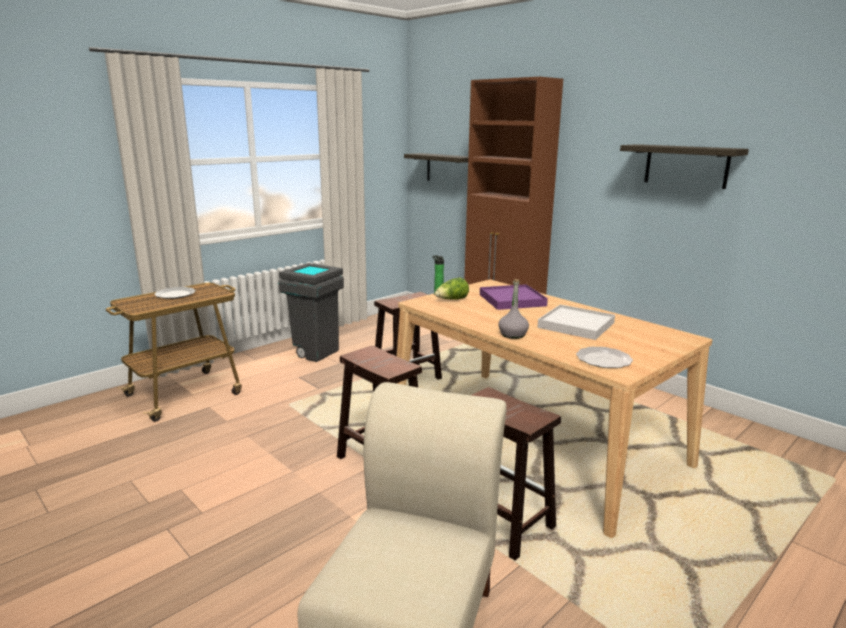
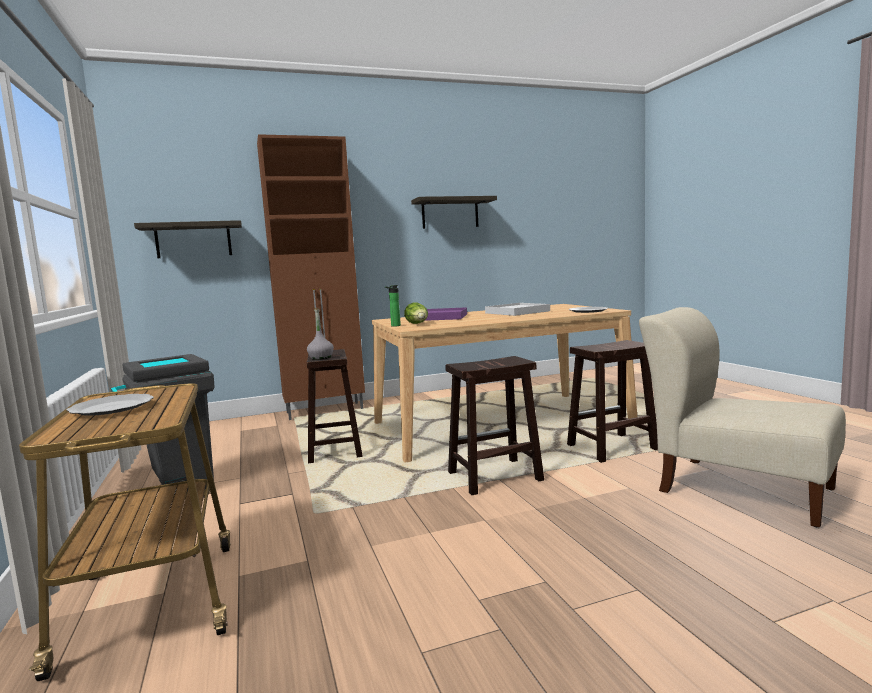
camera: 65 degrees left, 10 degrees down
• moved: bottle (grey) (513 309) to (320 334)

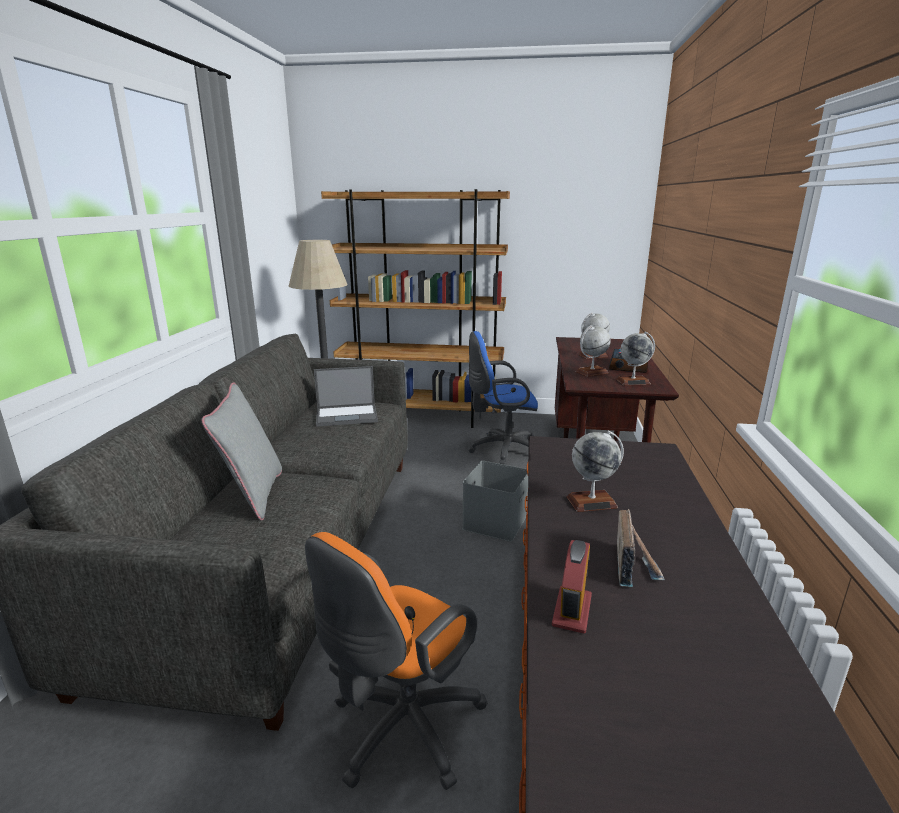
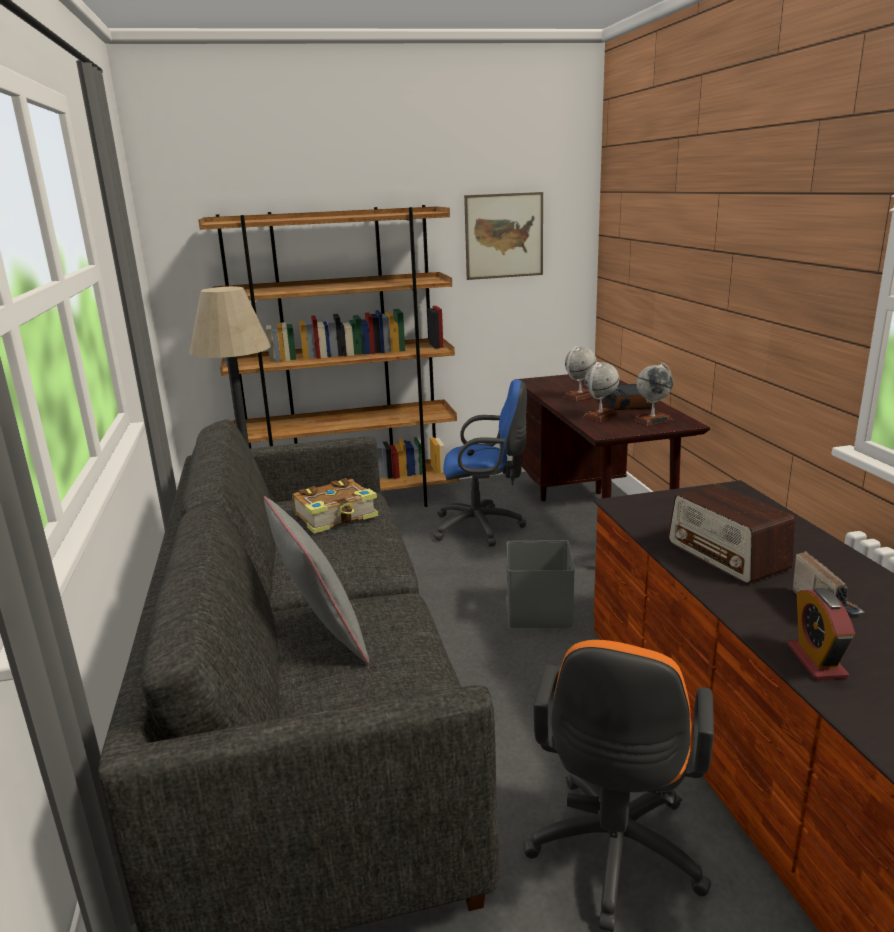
camera: 20 degrees left, 0 degrees up
• added: picture (503 236)
• replaced: laptop (346 396) to book (335 506)
• replaced: globe (595 471) to radio (731 534)
• turned: office chair (blue) (503 398) = (480 463) 150 degrees counterclockwise

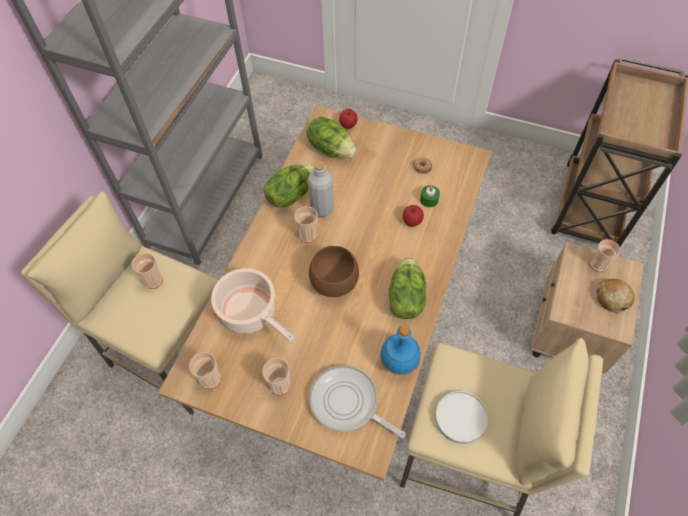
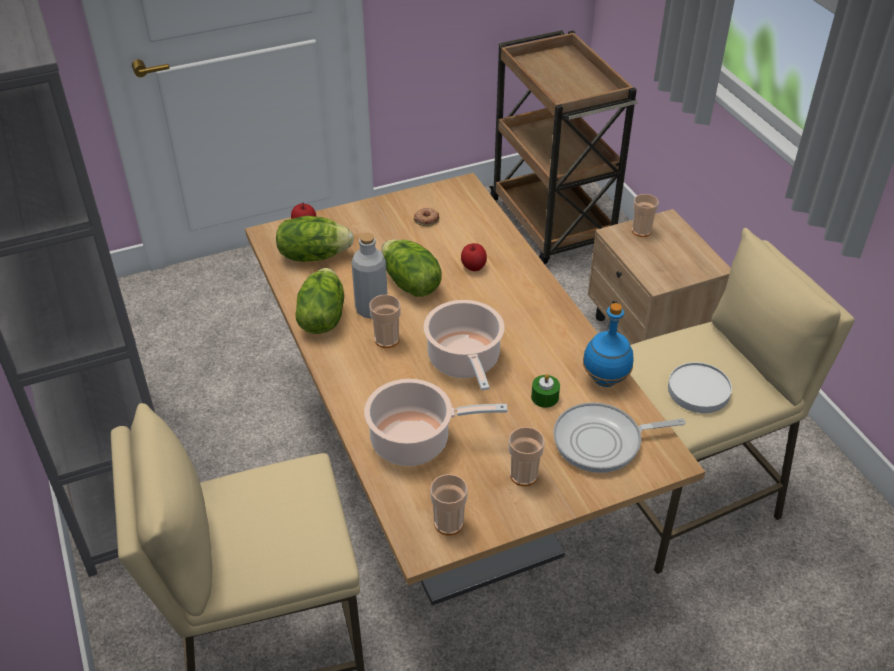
camera: 45 degrees left, 15 degrees down
• removed: cup (147 271)
• removed: bread (615 296)
• moved: lettuce (407 288) to (411 268)
• moved: candle (green) (430 196) to (545 391)
• replaced: bowl (brown) (334 271) to cooking pot (464 345)

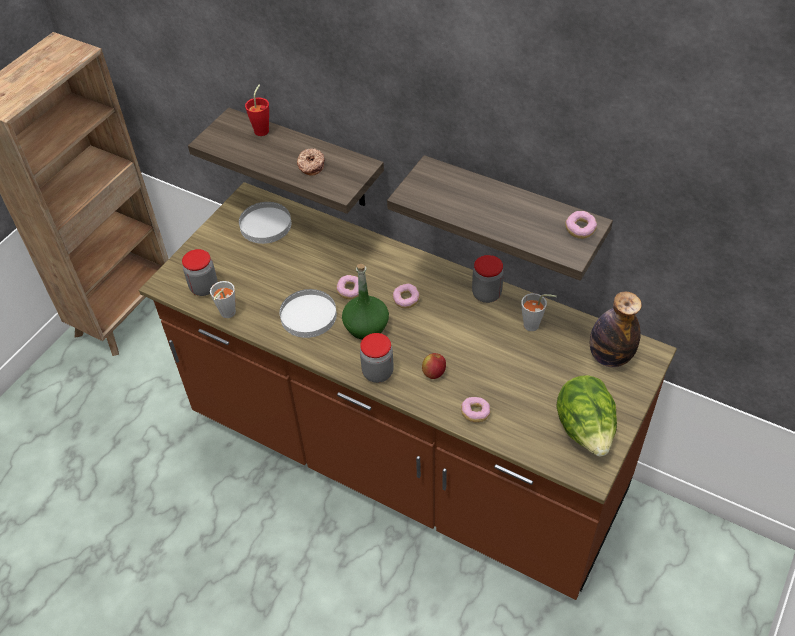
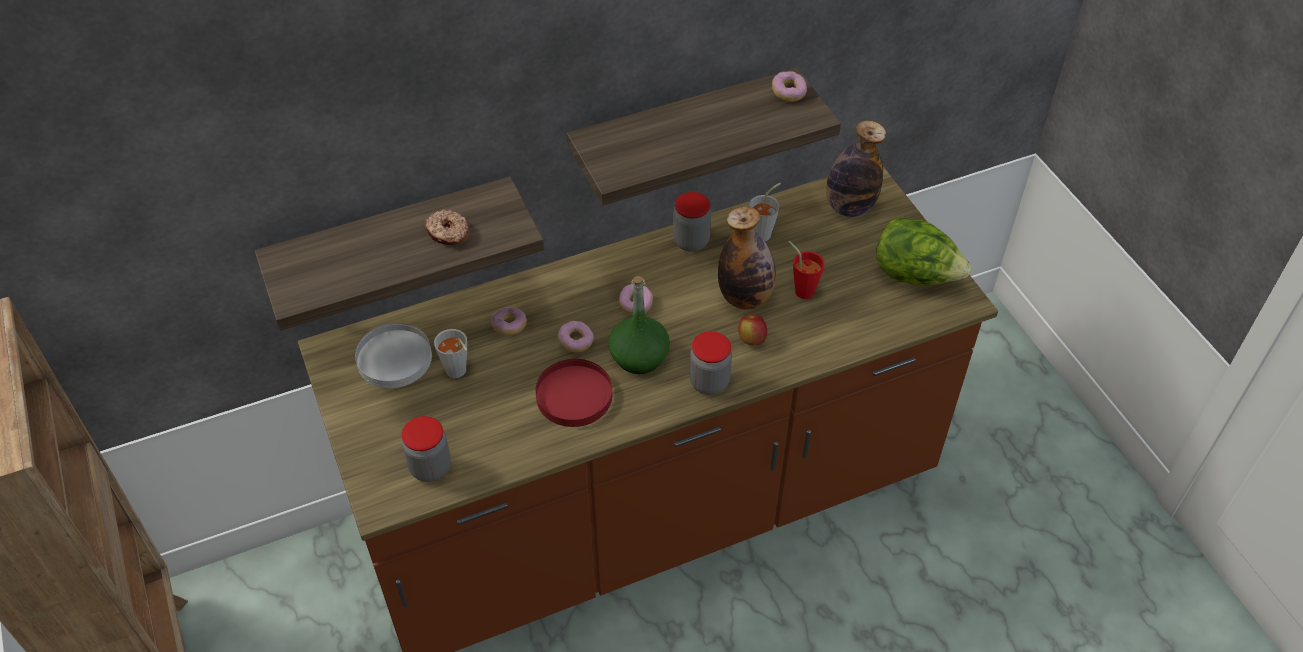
camera: 55 degrees left, 0 degrees up
• added: bottle (747 258)
• moved: cup (grey) (223 299) to (450 353)
• moved: cup (red) (257 110) to (806 270)
• moved: donut (476 410) to (509 321)
• recoloured: plate (white) (308 313) to plate (red) (574 393)

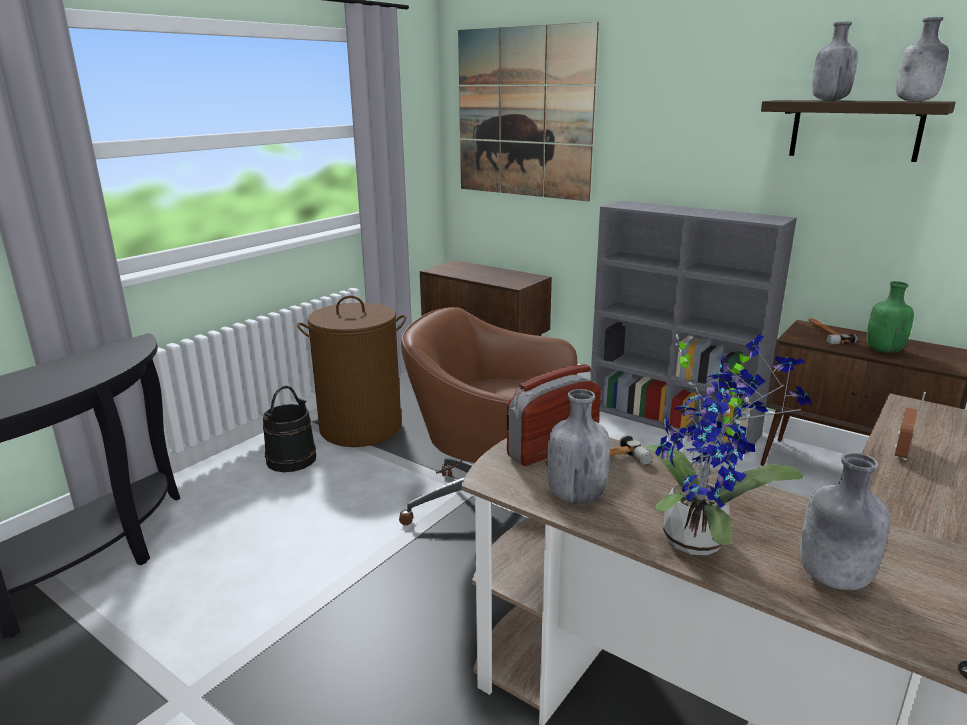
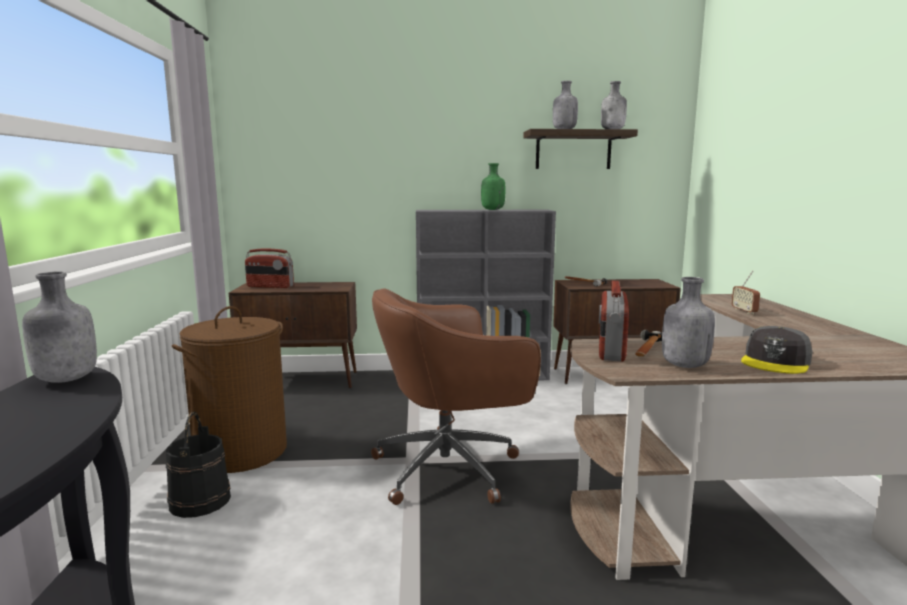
camera: 40 degrees left, 10 degrees down
• removed: picture (528 112)
• added: radio (269 268)
• moved: bottle (grey) (845 521) to (59 327)
• moved: bottle (green) (890 317) to (493 186)
• replaced: potted plant (728 444) to cap (grey) (776 350)

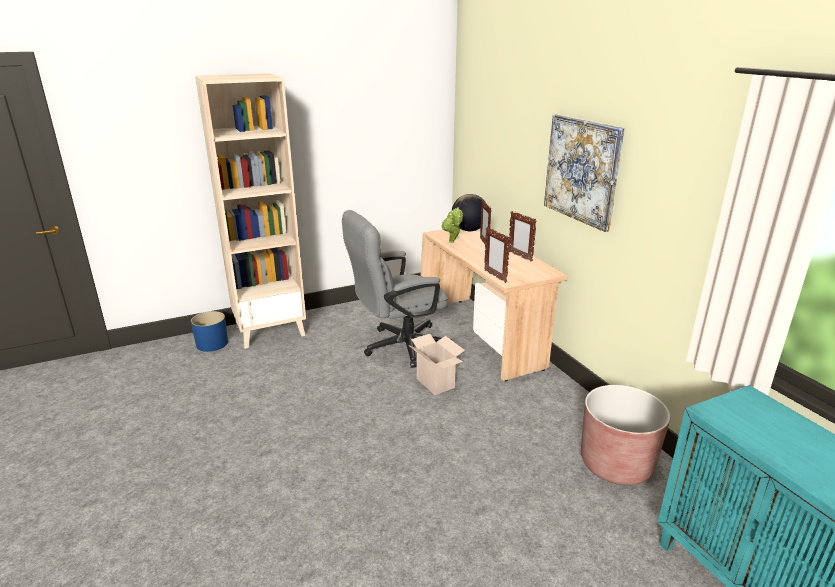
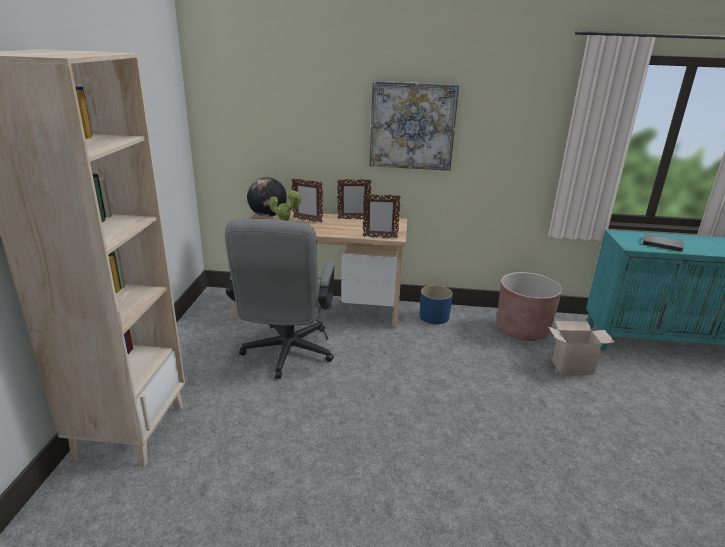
camera: 60 degrees left, 0 degrees up
• added: book (grey) (663 243)
• moved: planter (blue) (209 331) to (436 304)
• moved: cardboard box (437 364) to (581 348)

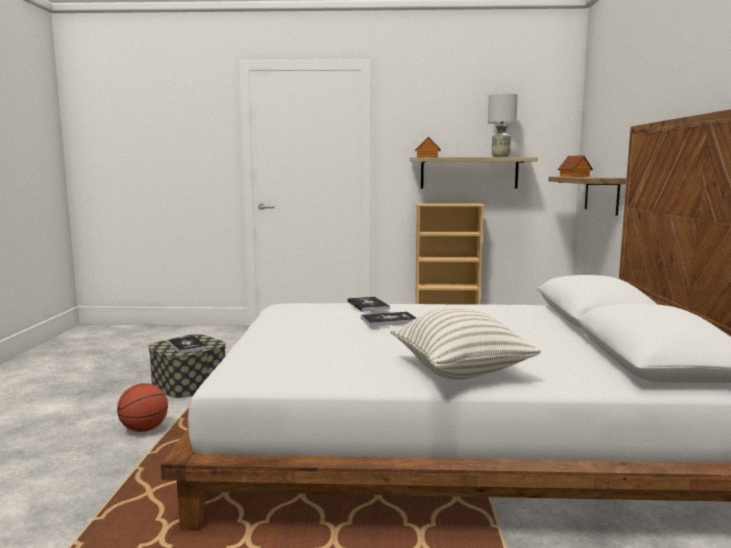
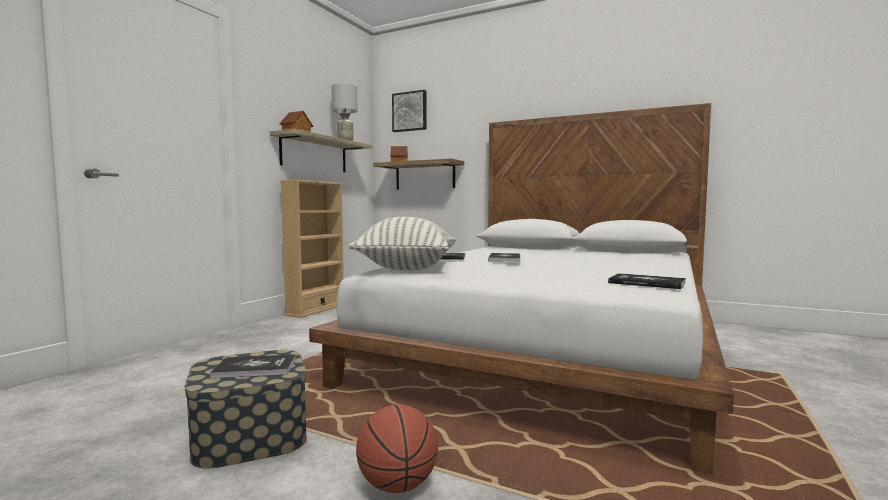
camera: 65 degrees left, 5 degrees down
• added: picture (409 111)
• added: book (647 281)
• moved: pillow (466 344) to (402 243)

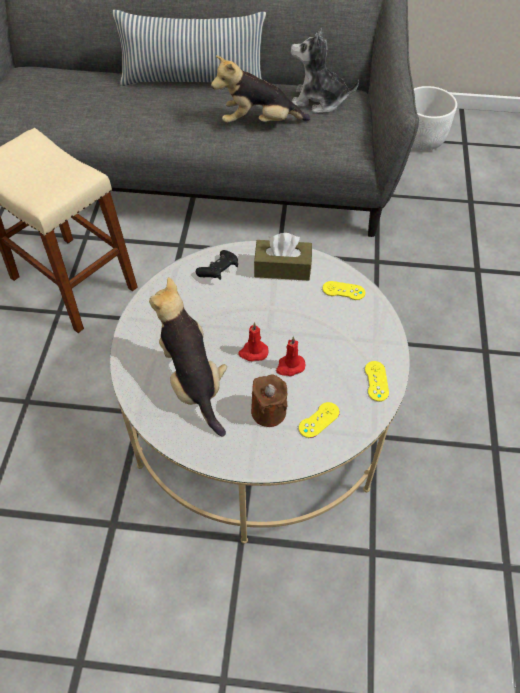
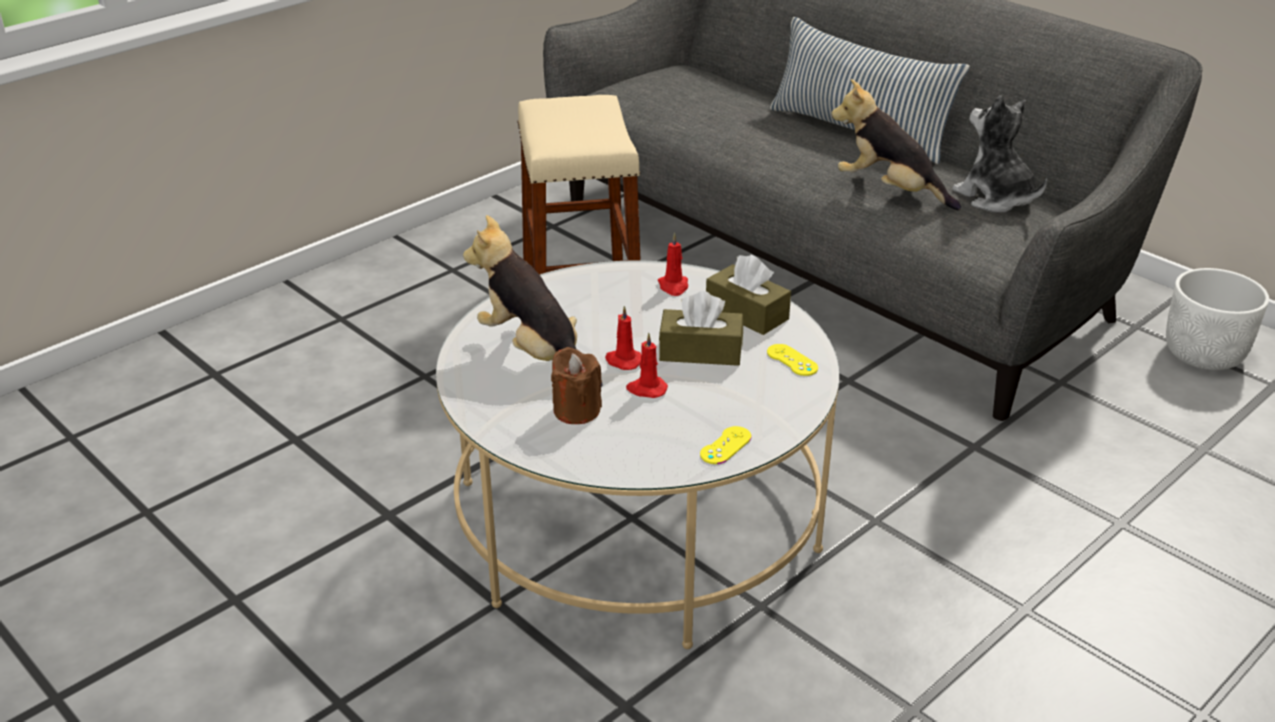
camera: 40 degrees right, 20 degrees down
• removed: game controller (yellow) (319 420)
• added: tissue box (brown) (701 328)
• replaced: game controller (black) (217 265) to candle (red) (673 264)
• turned: plush toy (188 357) = (532 301) 60 degrees counterclockwise

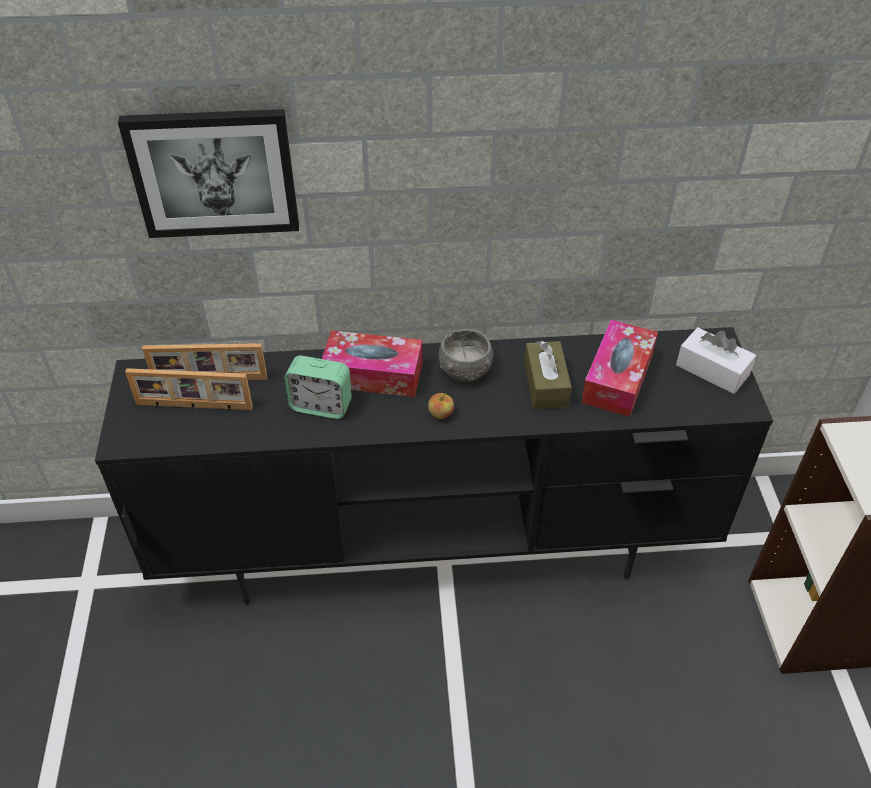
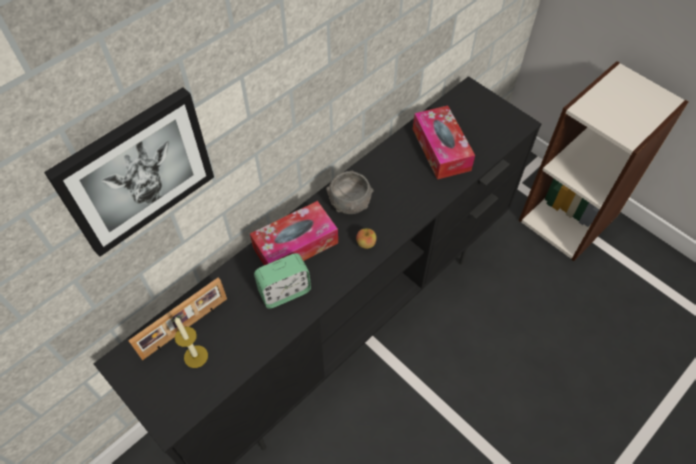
camera: 40 degrees left, 10 degrees up
• removed: tissue box (brown) (548 375)
• removed: tissue box (white) (716 360)
• replaced: picture frame (189 389) to candle (191 343)

